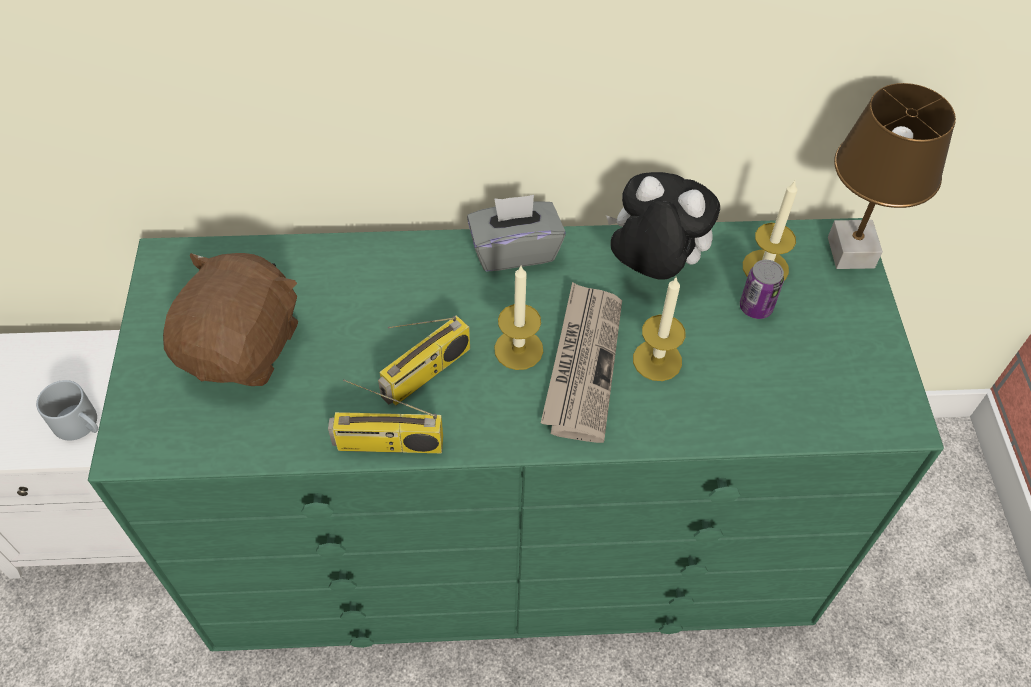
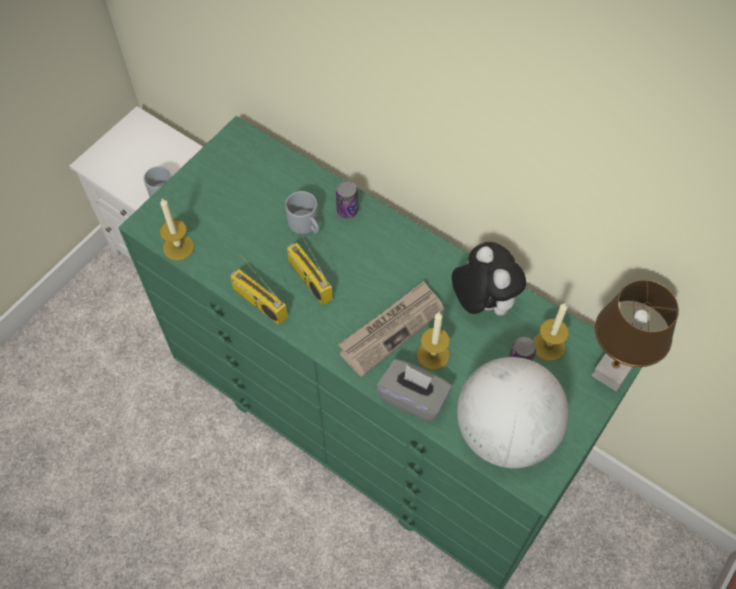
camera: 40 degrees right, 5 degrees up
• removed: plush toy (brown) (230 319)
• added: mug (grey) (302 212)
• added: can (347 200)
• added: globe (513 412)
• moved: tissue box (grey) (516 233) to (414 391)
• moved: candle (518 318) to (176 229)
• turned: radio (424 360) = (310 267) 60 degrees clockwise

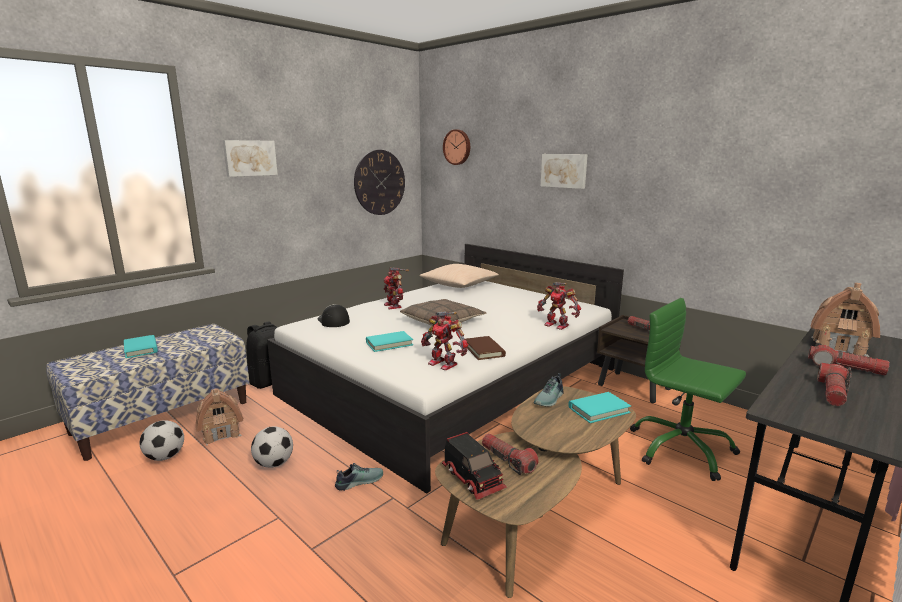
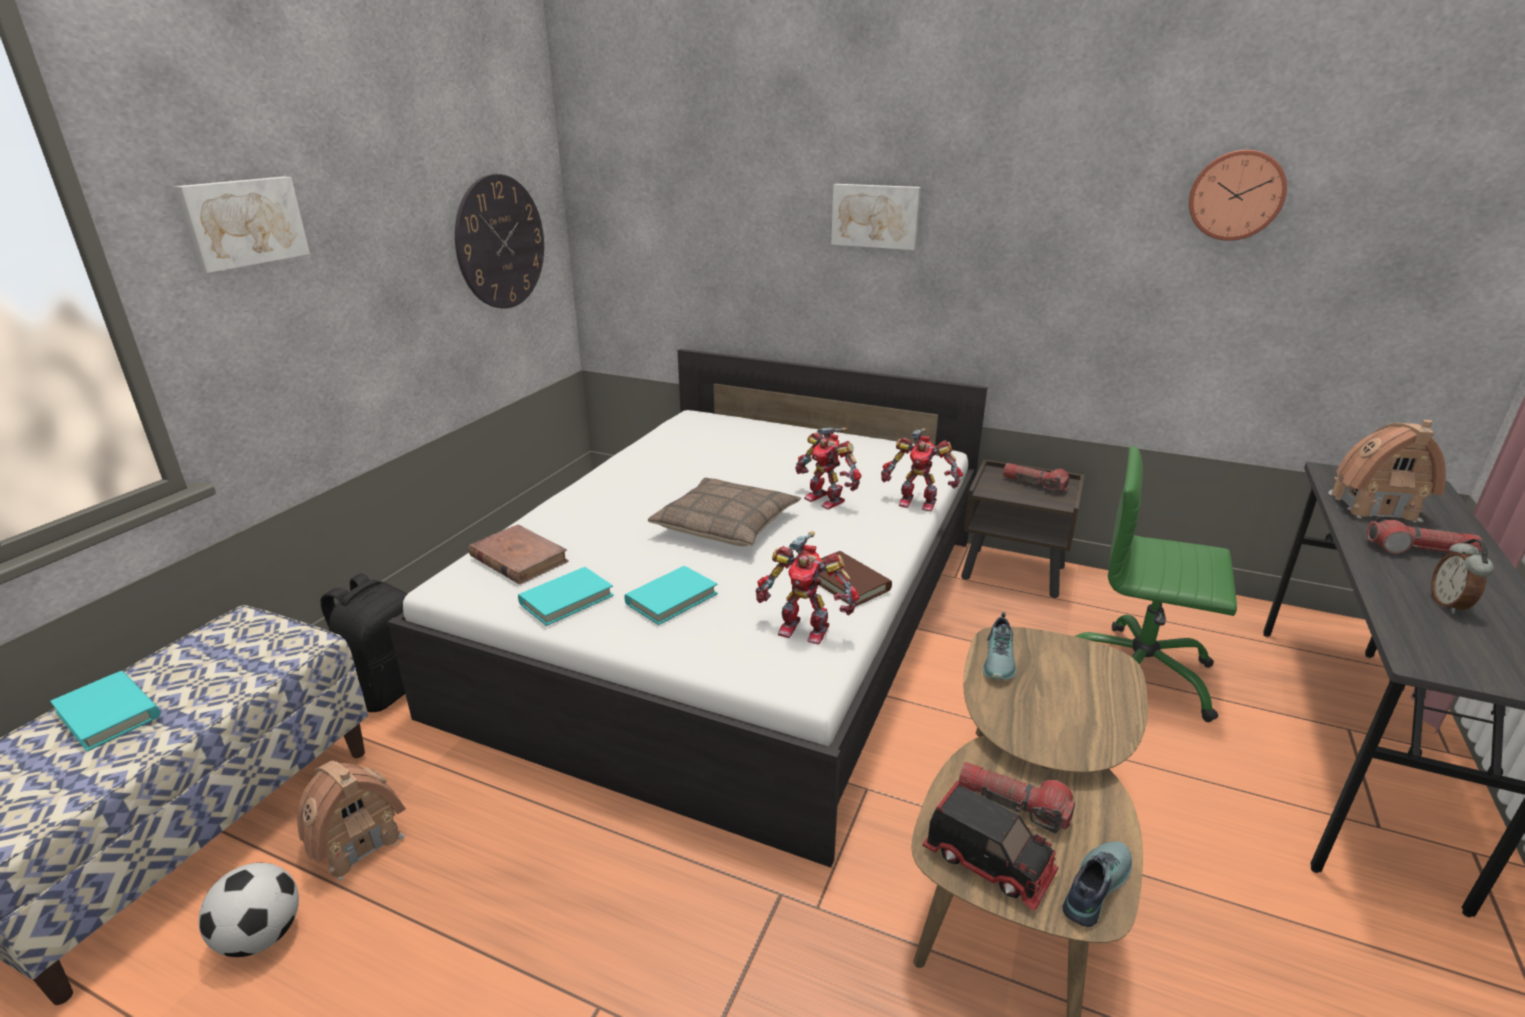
camera: 20 degrees left, 10 degrees up
• removed: football (272 447)
• removed: pillow (beige) (459 276)
• moved: shoe (359 477) to (1097 884)
• moved: toy robot (396 288) to (828 468)
• moved: wall clock (456 147) to (1238 195)
• moved: book (turquoise) (599 407) to (566 596)
• replaced: cap (334 315) to book (brown) (518 555)
• replaced: flashlight (834 384) to alarm clock (1462 576)

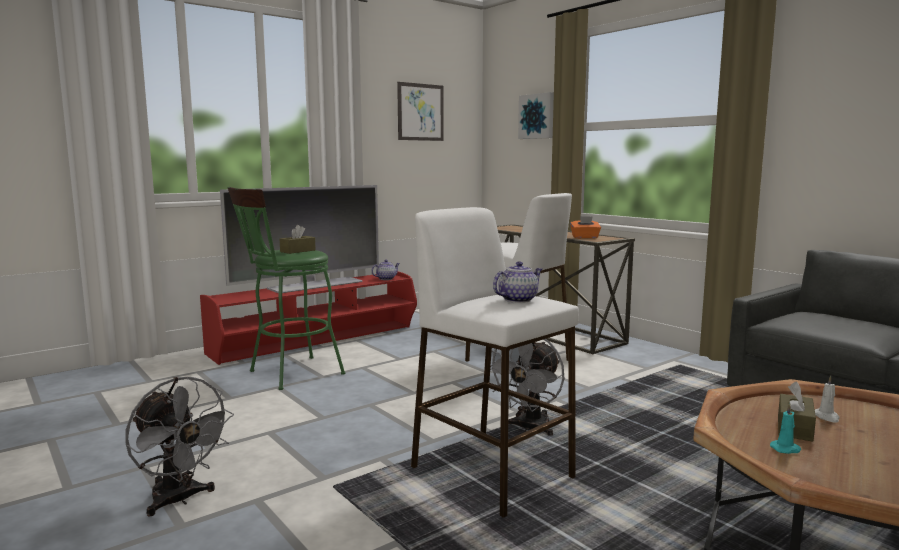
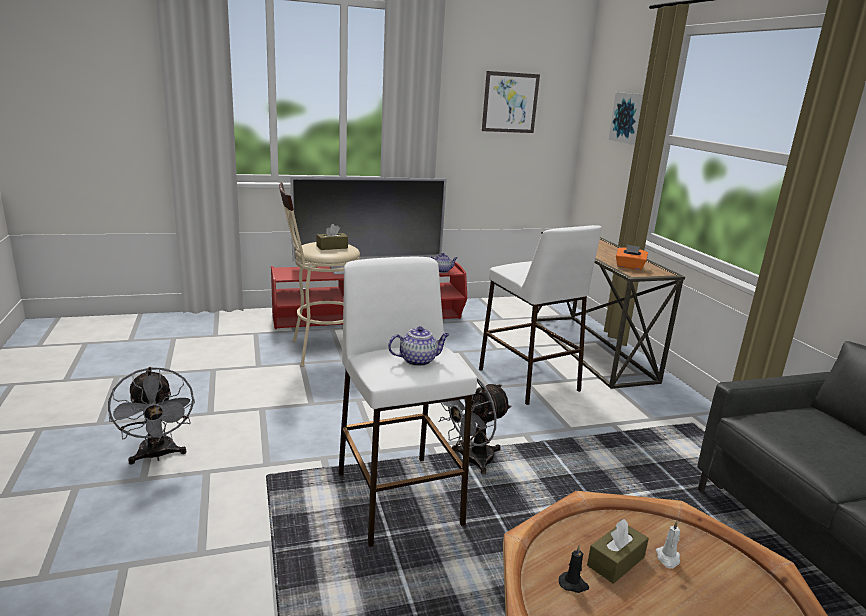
camera: 20 degrees right, 10 degrees up
• recoloured: stool (green) (286 288) to stool (beige) (319 274)
• recoloured: candle (turquoise) (785 429) to candle (black) (574 569)

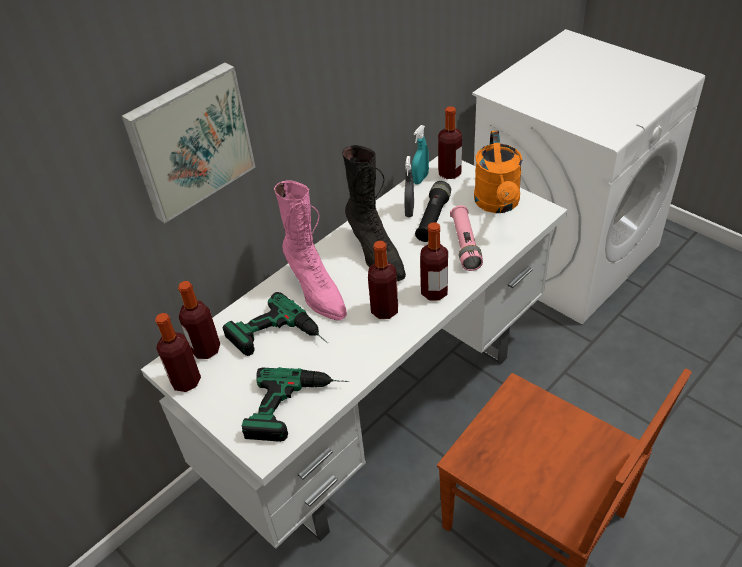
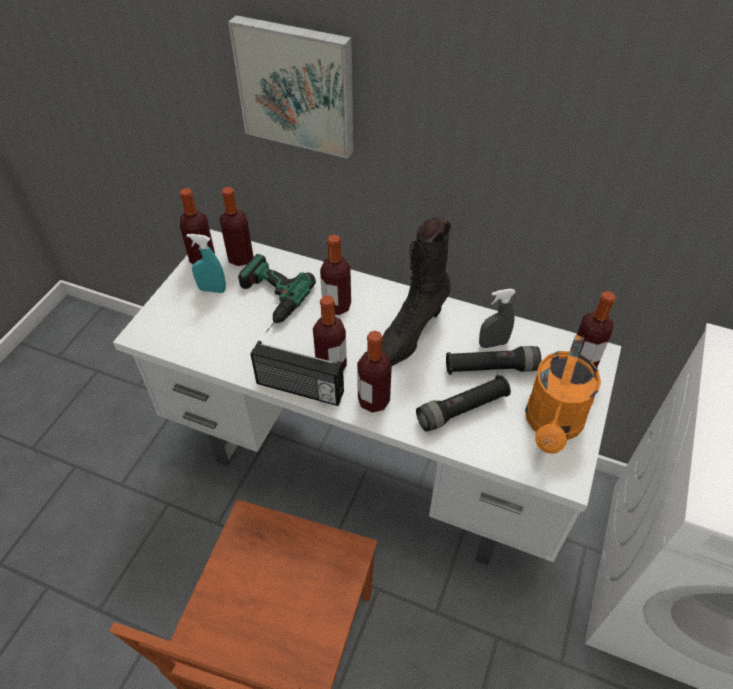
camera: 65 degrees right, 5 degrees up
• removed: power drill (295 404)
• added: radio (297 373)
• moved: spray bottle (turquoise) (420 154) to (206 263)
• replaced: boot (pink) (310 250) to bottle (335 274)
• recoloured: flashlight (pink) (466 238) to flashlight (black) (463 403)
• turned: watering can (orange) (498 172) = (563 394) 45 degrees counterclockwise

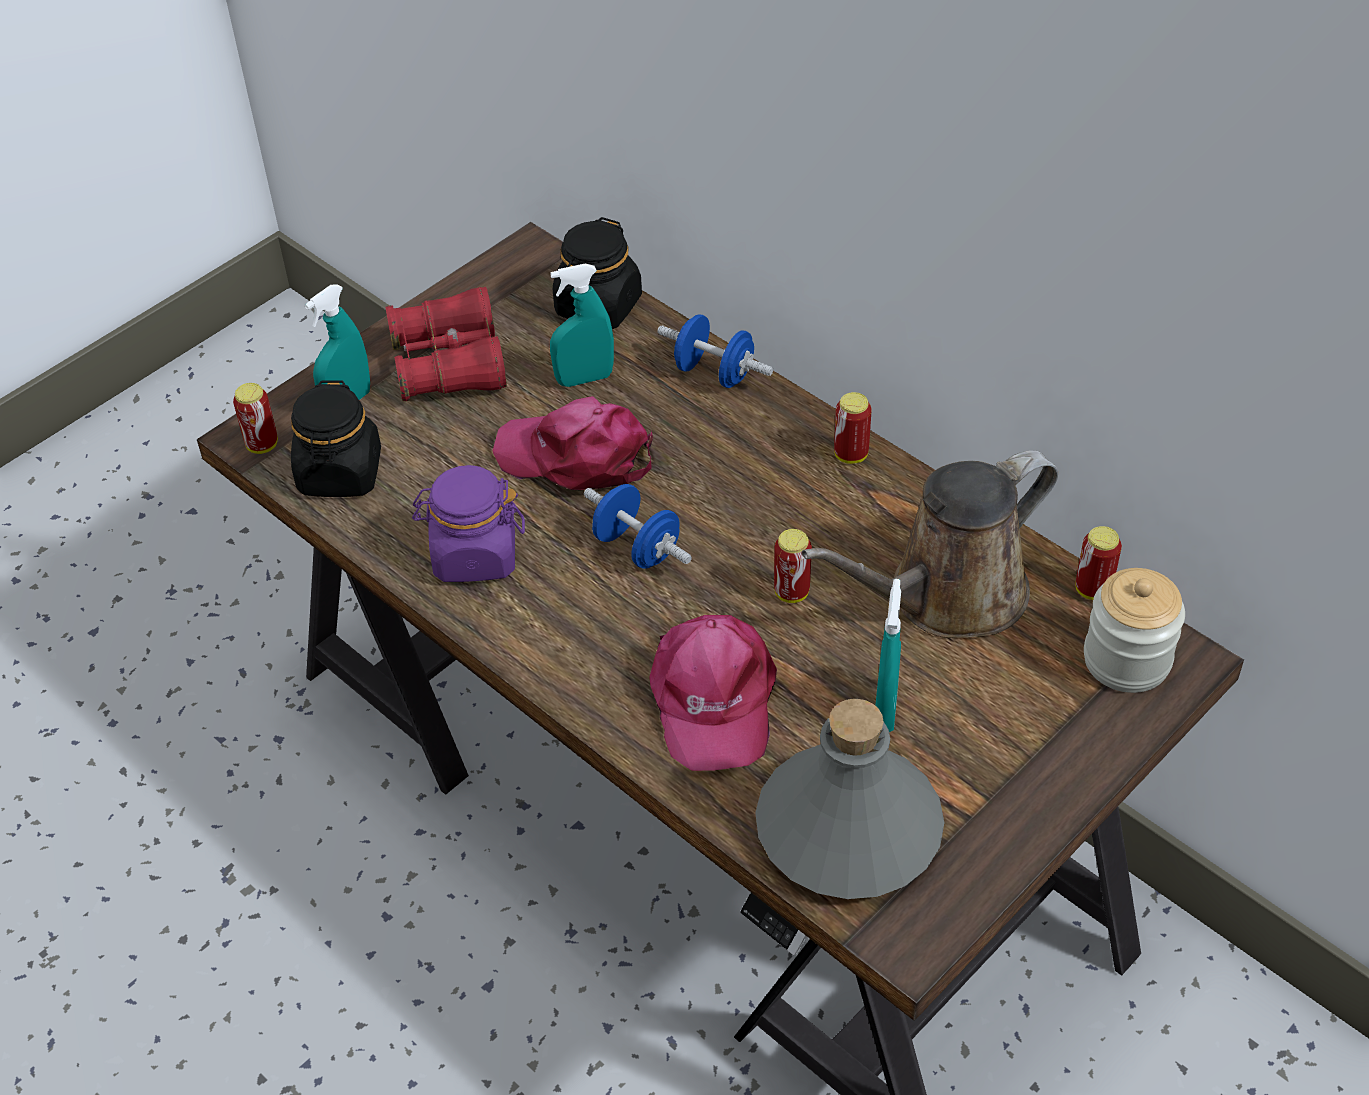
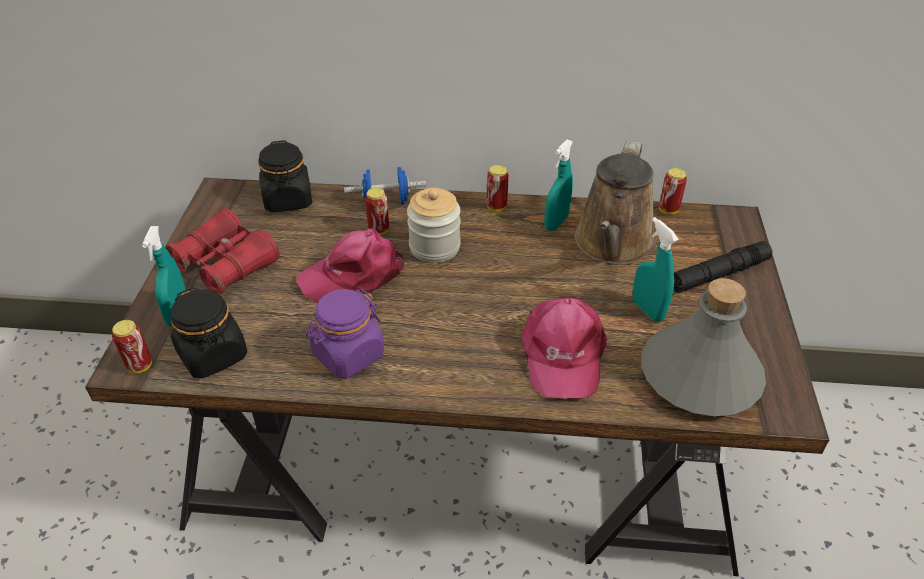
camera: 40 degrees left, 5 degrees down
• removed: dumbbell (blue) (638 526)
• added: flashlight (black) (723 267)
• moved: spray bottle (turquoise) (582 325) to (558 185)
• moved: can (793 566) to (377 211)
• moved: jar (1134 630) to (434 225)
• turned: cap (pink) (713 693) = (564 348) 45 degrees clockwise

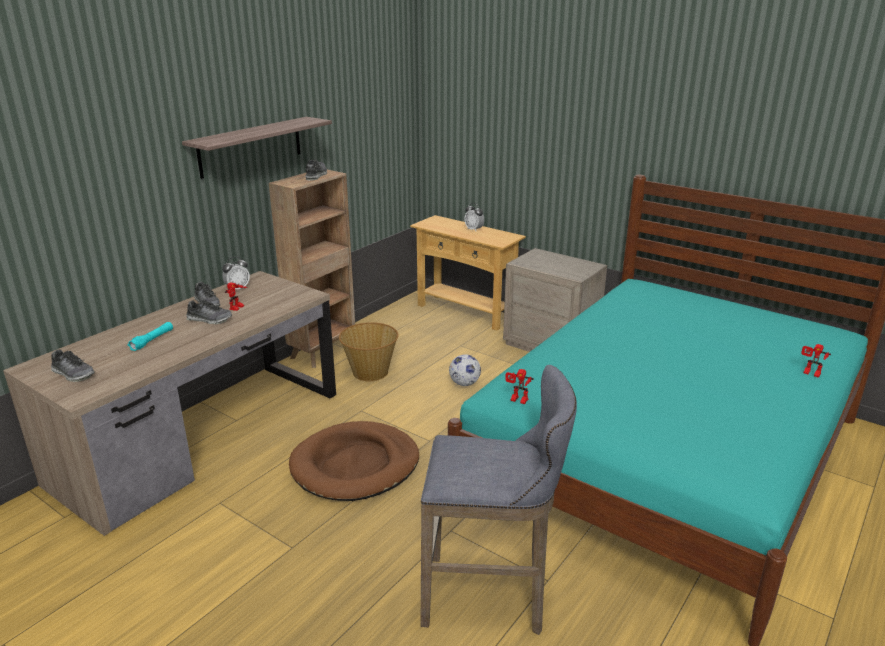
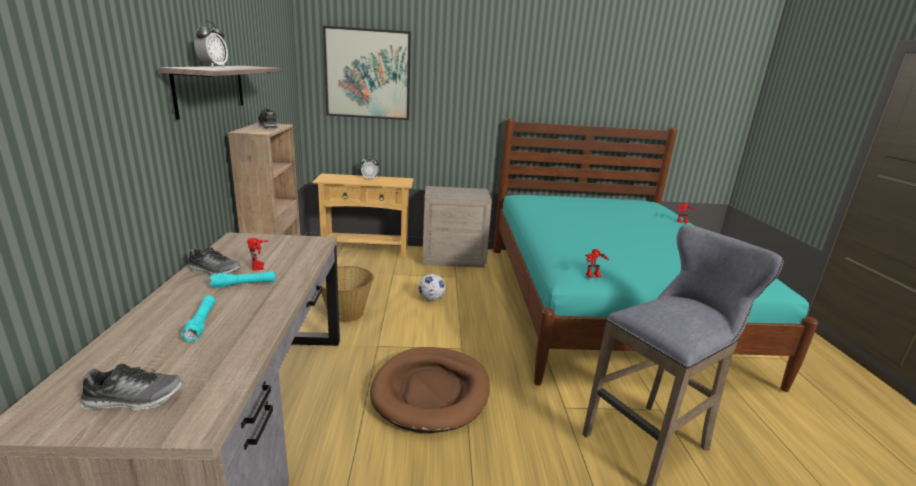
camera: 40 degrees left, 5 degrees down
• added: picture (367 73)
• moved: alarm clock (236 273) to (211 44)
• replaced: shoe (209 312) to flashlight (turquoise) (242 279)

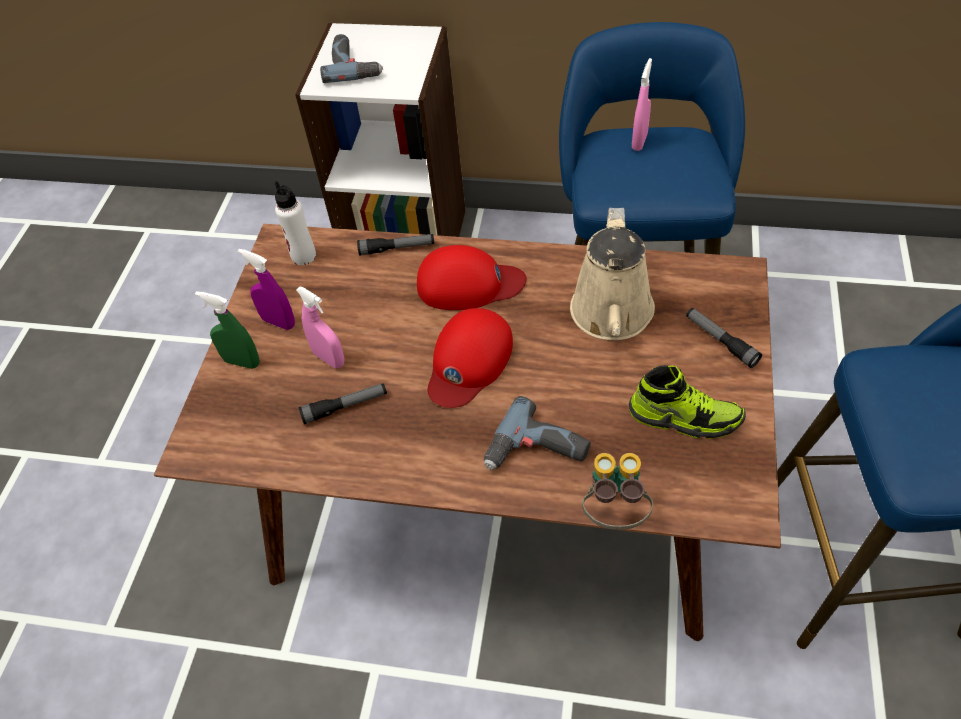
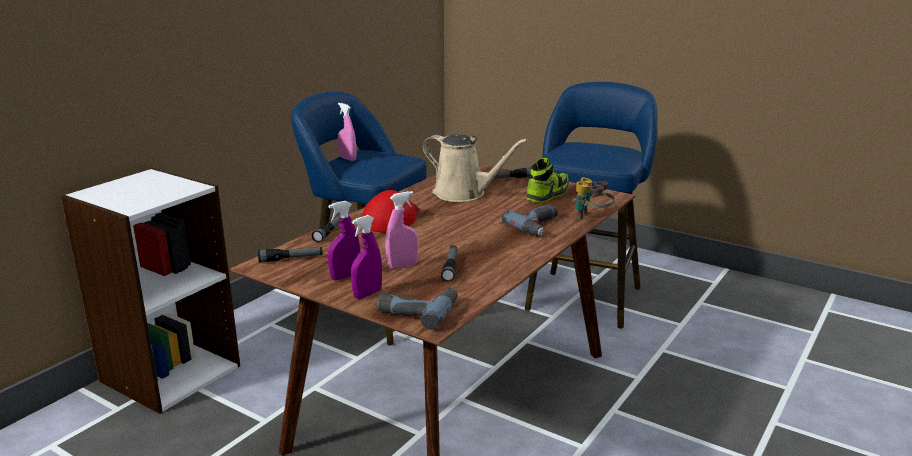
camera: 70 degrees left, 30 degrees down
• removed: cap (red) (470 358)
• moved: power drill (351 58) to (417 309)
• replaced: bottle (white) (295 223) to flashlight (290 255)
• recoloured: spray bottle (green) (227 330) to spray bottle (purple) (366 257)

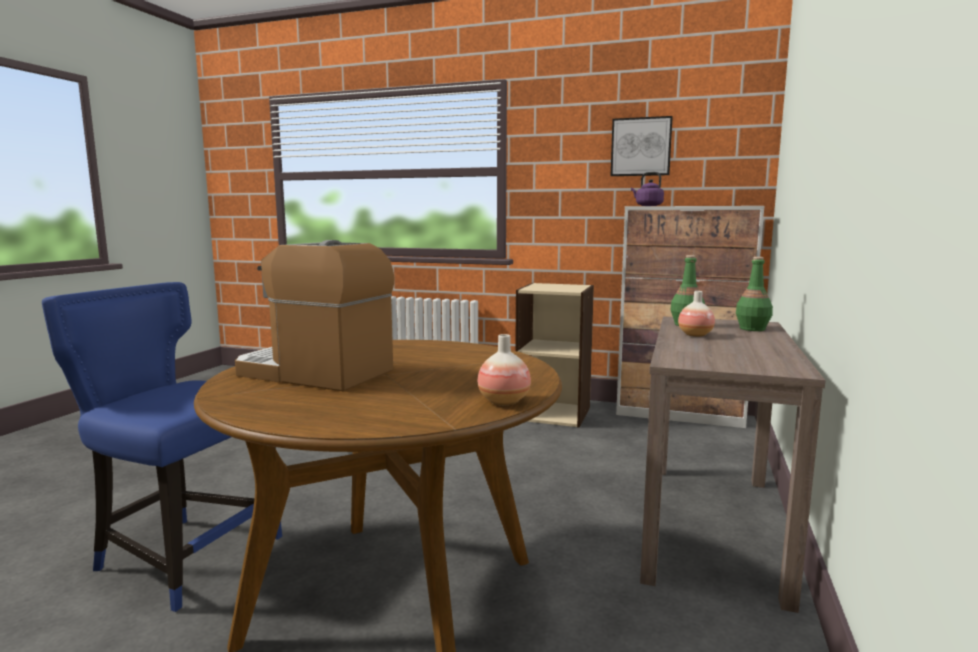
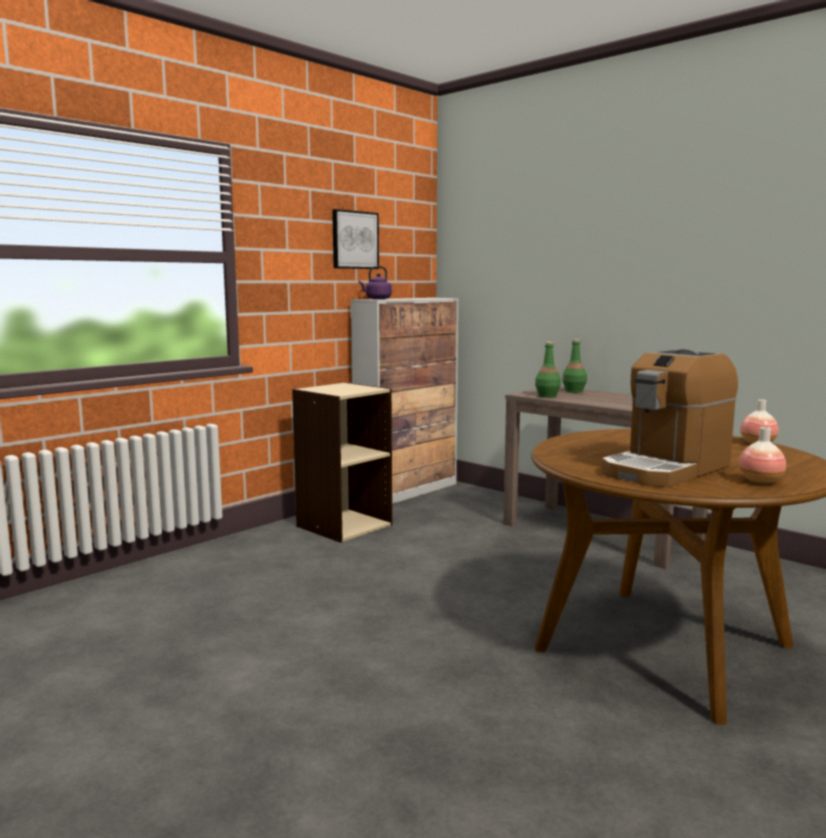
camera: 65 degrees left, 0 degrees up
• removed: chair (blue) (162 447)
• moved: vase (696 314) to (762 455)

